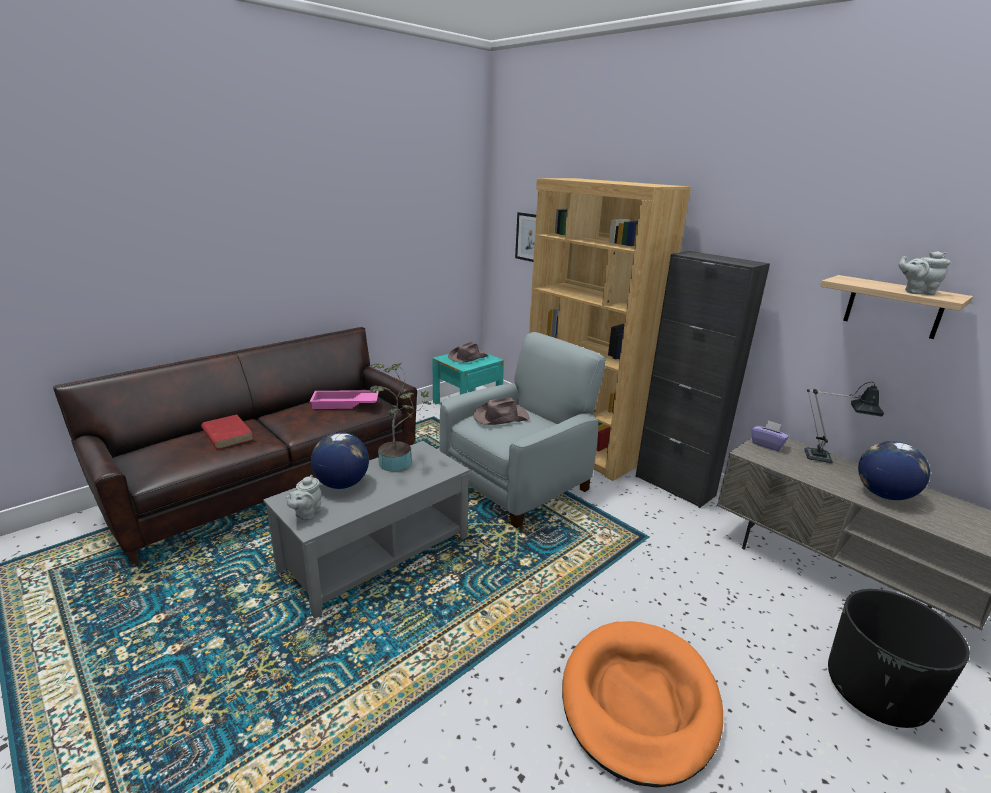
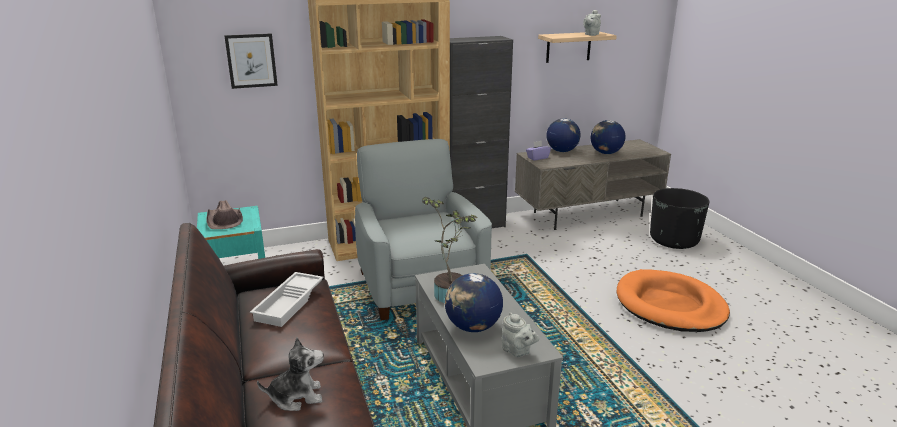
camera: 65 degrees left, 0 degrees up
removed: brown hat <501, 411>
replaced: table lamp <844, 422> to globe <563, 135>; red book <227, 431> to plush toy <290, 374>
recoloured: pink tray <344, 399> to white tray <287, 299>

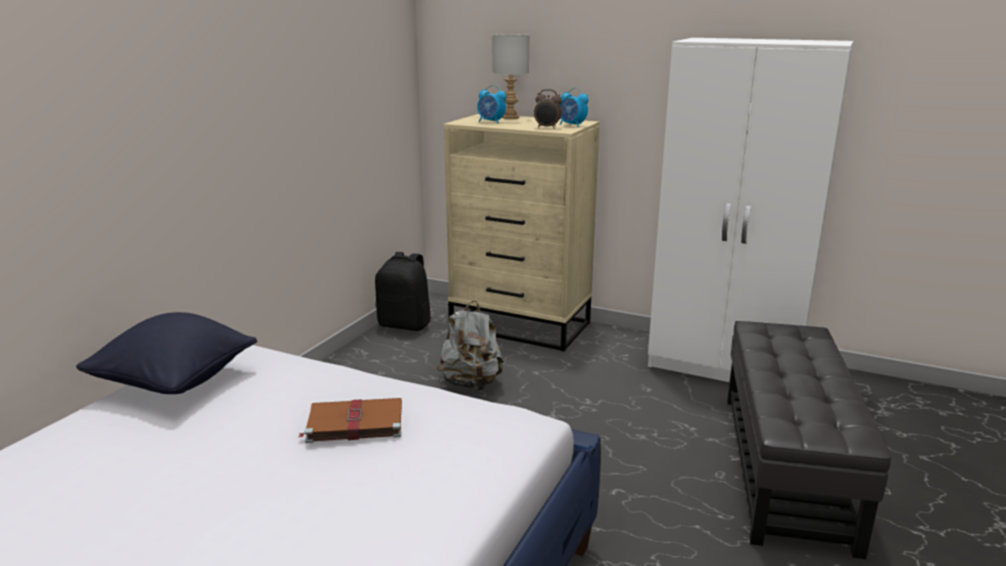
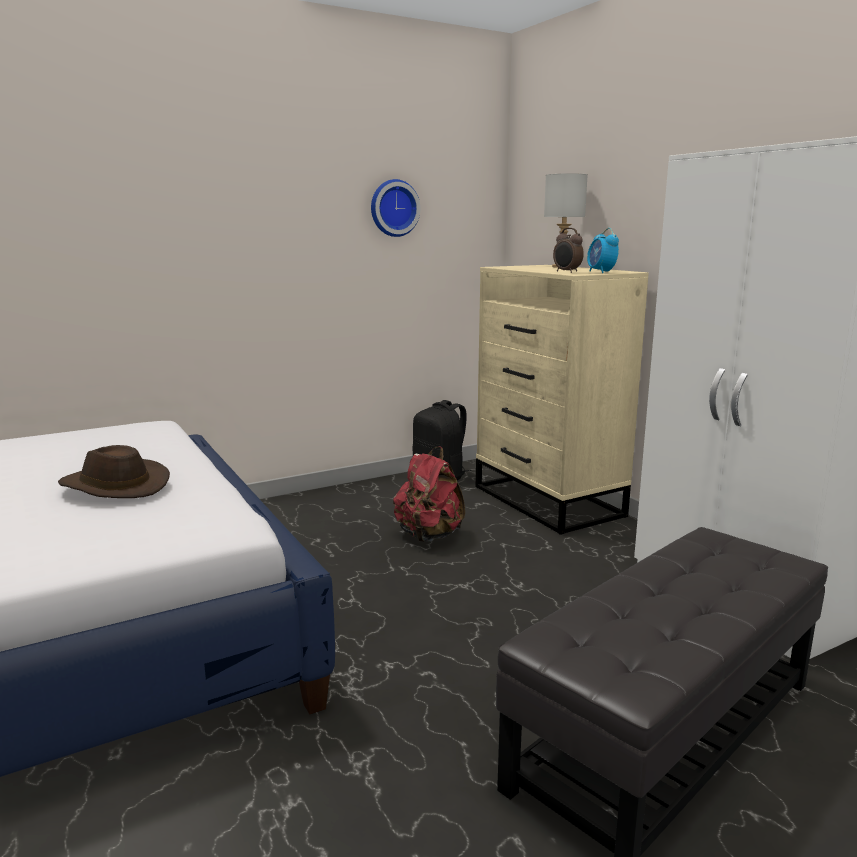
camera: 35 degrees right, 5 degrees down
removed: alarm clock <491, 104>; black pillow <166, 353>
added: wall clock <395, 208>
replaced: brown book <350, 420> to brown hat <114, 471>
recoloured: grey backpack <470, 346> to red backpack <429, 494>

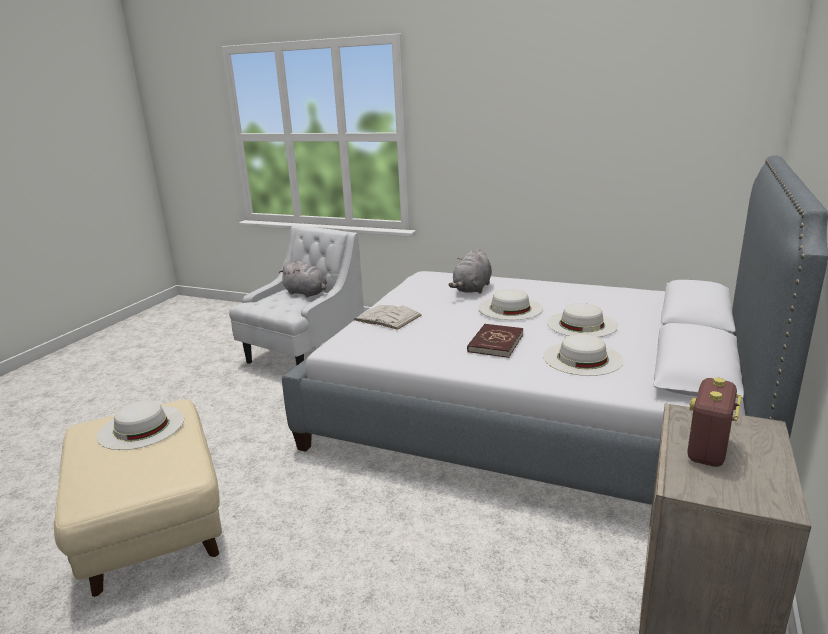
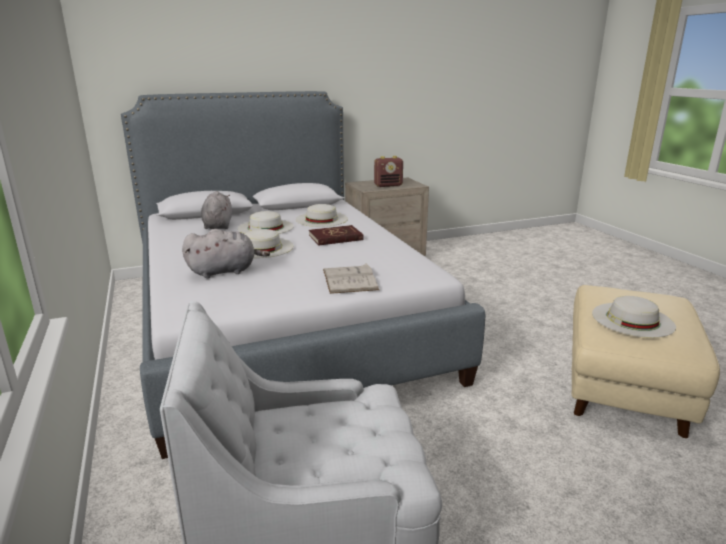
camera: 135 degrees left, 0 degrees up
moved: grey plush toy <303, 279> to <216, 210>

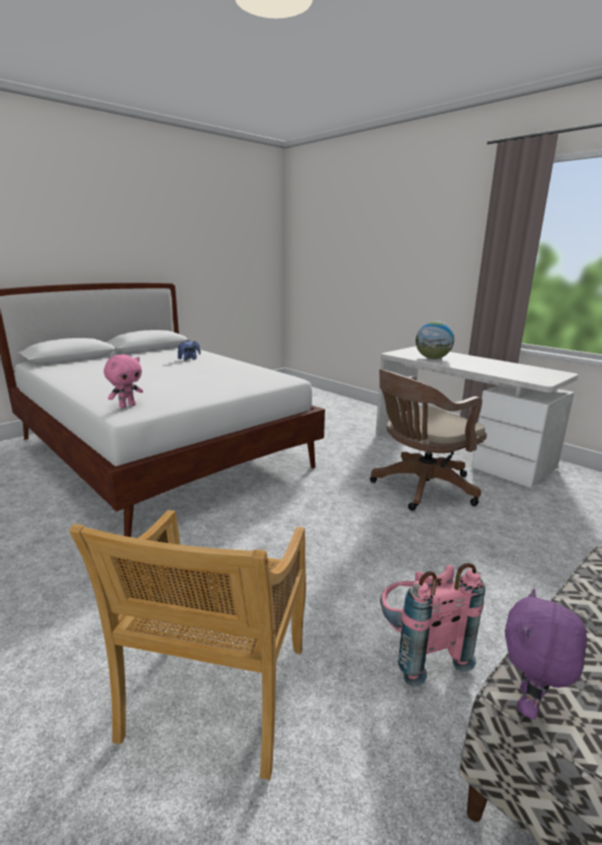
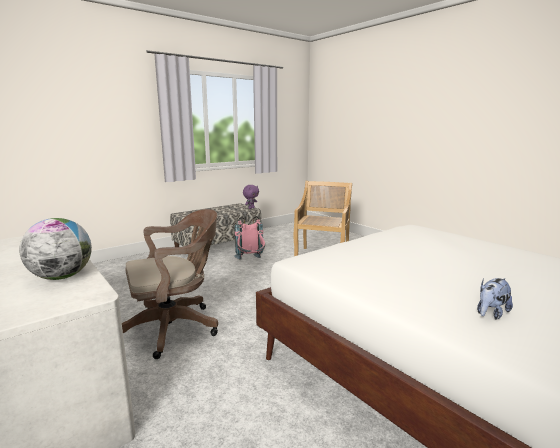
camera: 175 degrees left, 5 degrees down
removed: pink plush toy <123, 381>

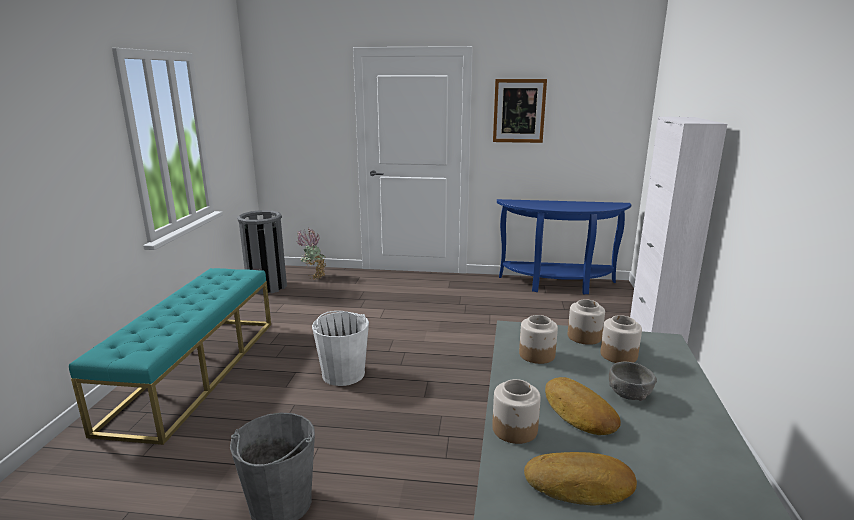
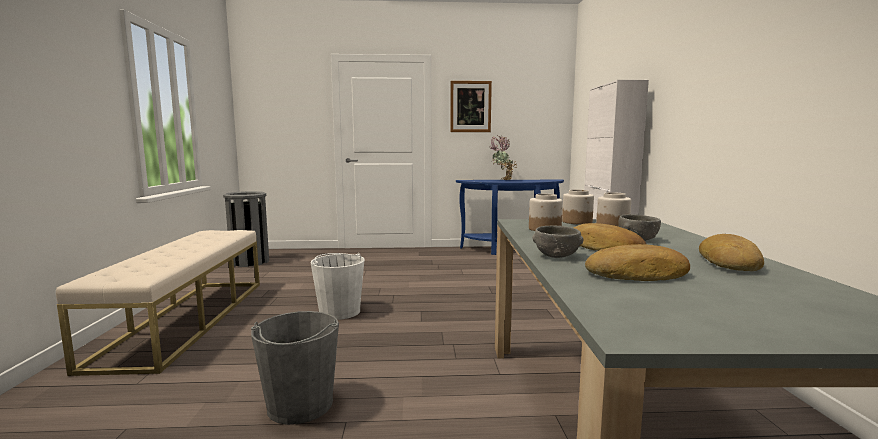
camera: 10 degrees left, 10 degrees down
added: bread <731, 252>
moved: potted plant <311, 254> to <503, 157>
replaced: jar <516, 411> to grey bowl <557, 241>
recoloured: turquoise bench <170, 356> to beige bench <158, 303>

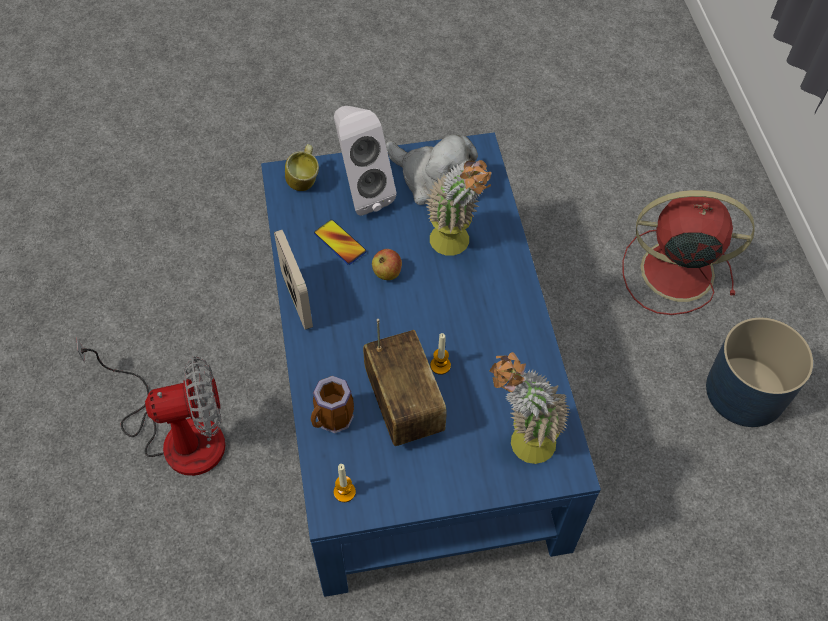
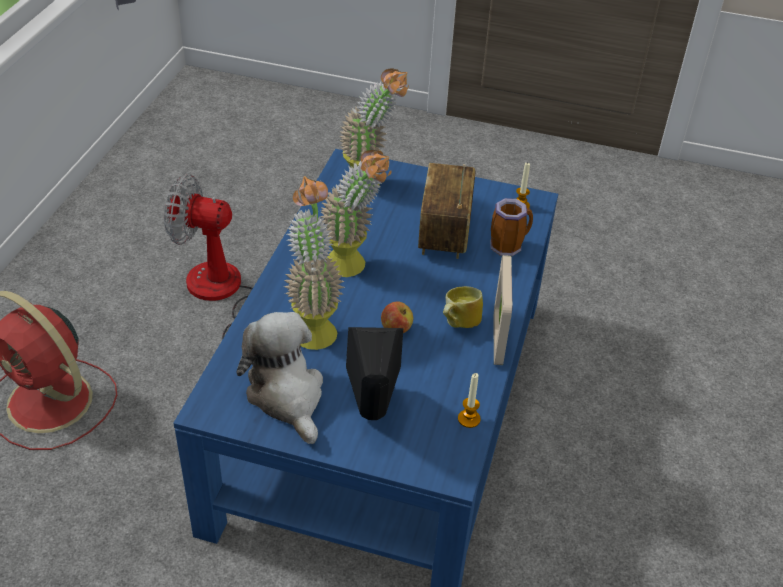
camera: 155 degrees left, 15 degrees down
removed: phone <340, 242>; blue planter <759, 372>
added: potted plant <355, 213>
moved: mug <302, 167> to <463, 307>; candle <440, 354> to <469, 400>; fan <150, 406> to <208, 257>
recoloured: white speaker <365, 161> to black speaker <374, 373>

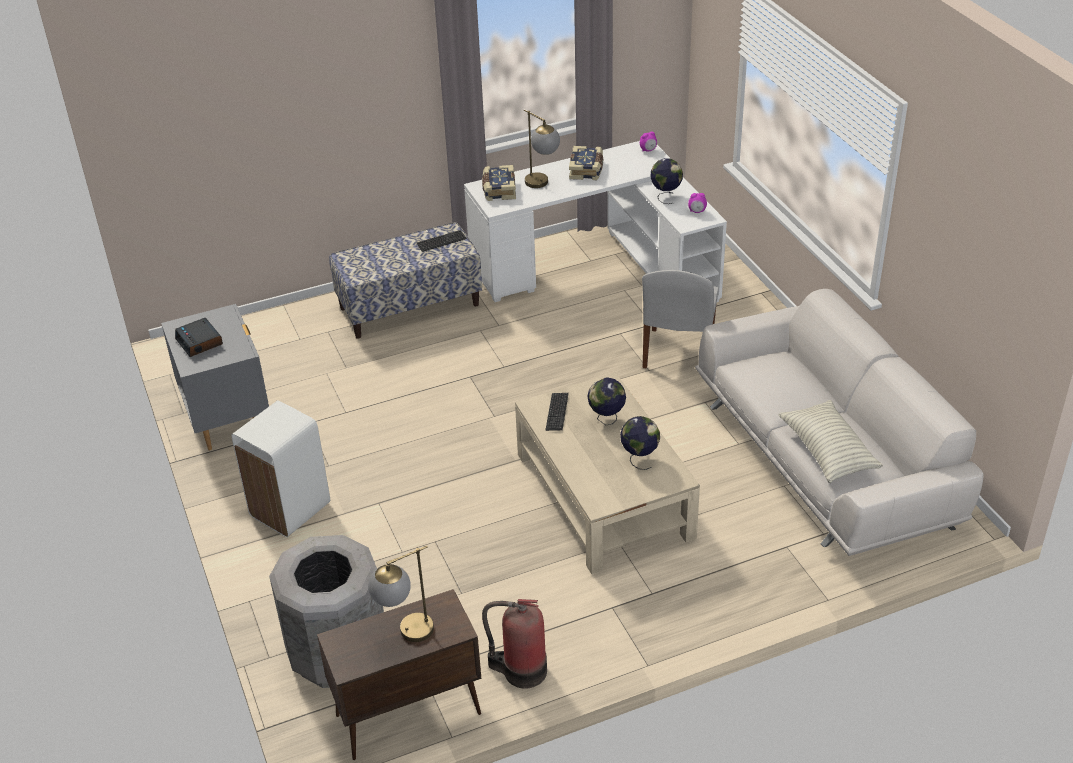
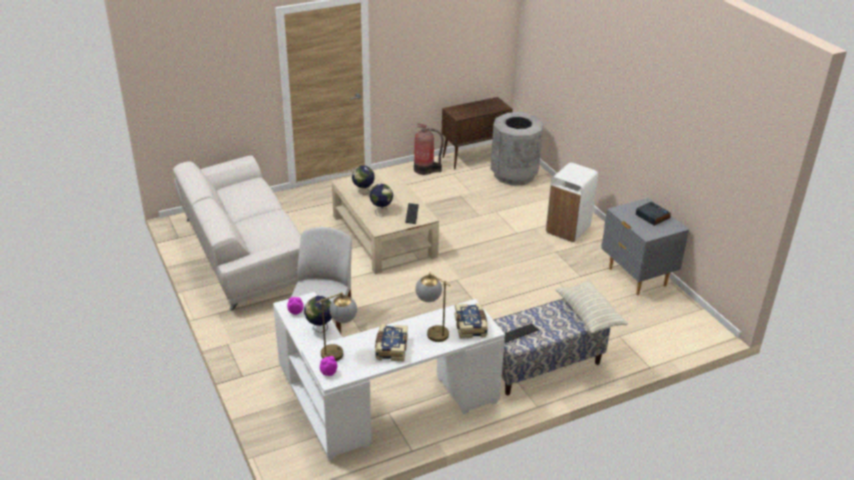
camera: 175 degrees right, 5 degrees down
moved: pillow <831, 441> to <591, 307>; table lamp <401, 594> to <336, 326>

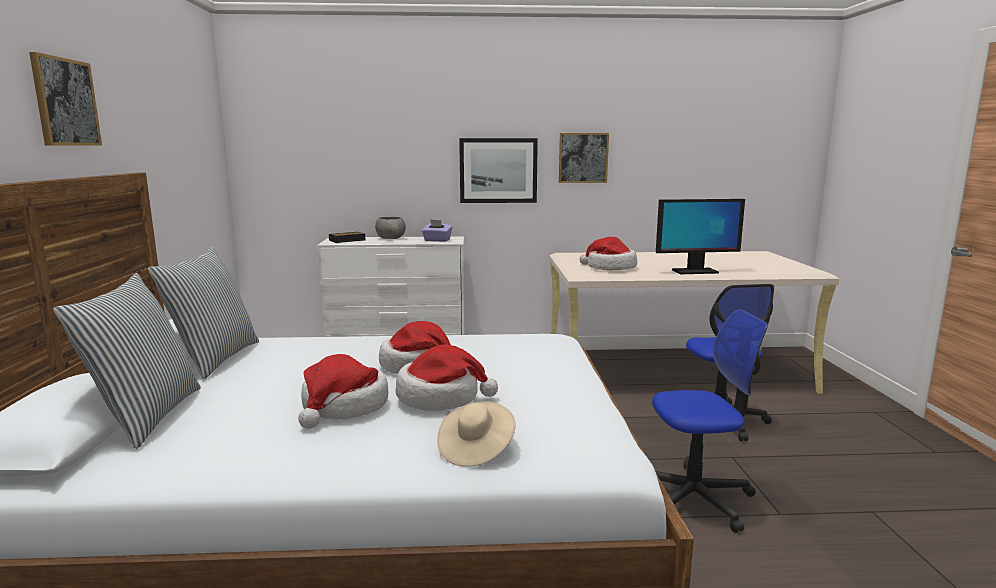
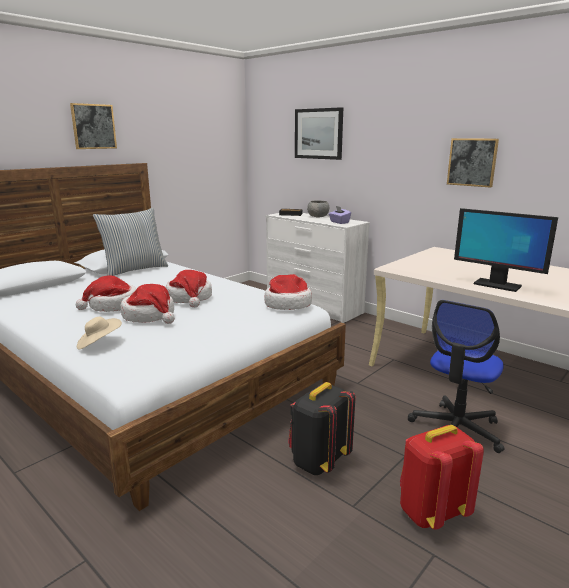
camera: 45 degrees right, 5 degrees up
removed: pillow <127, 361>
added: red backpack <442, 477>
moved: picture <498, 170> to <319, 133>; hat <608, 253> to <288, 292>
replaced: office chair <710, 421> to black backpack <322, 428>

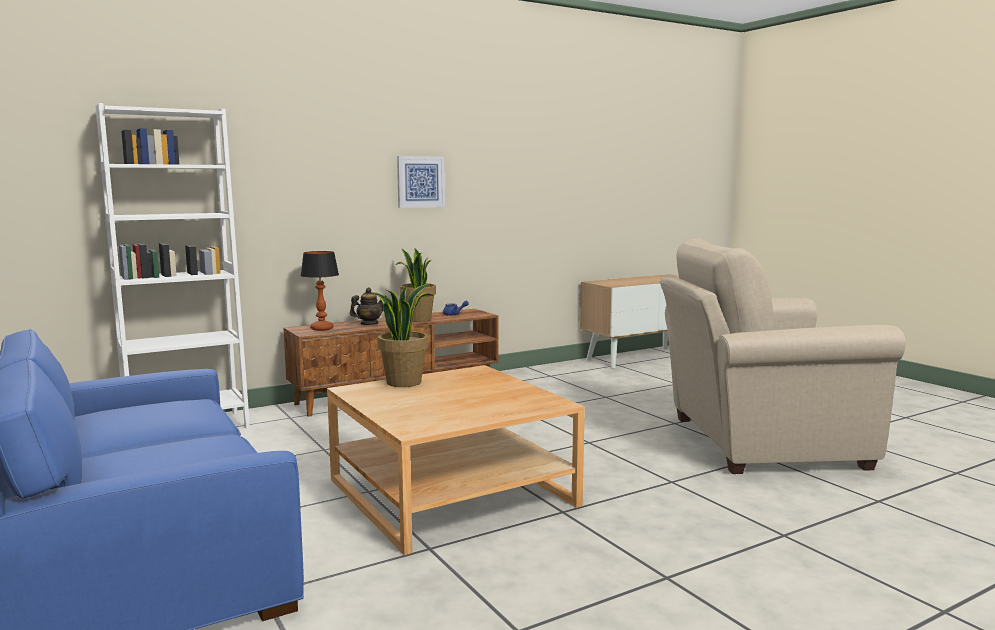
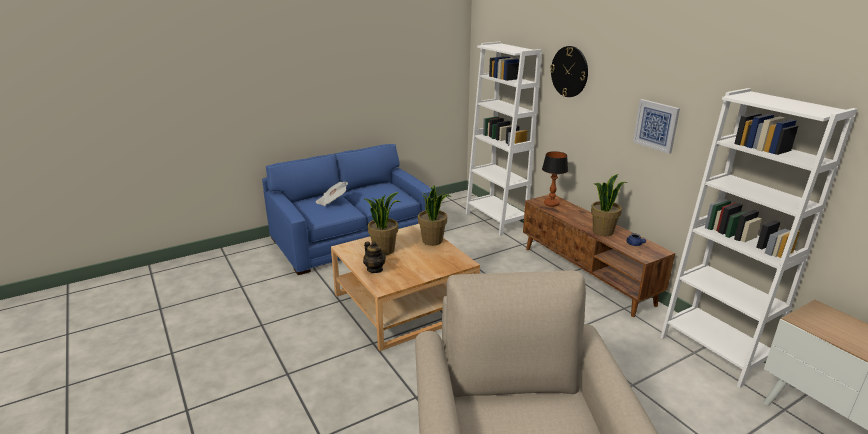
camera: 90 degrees right, 15 degrees up
added: wall clock <569, 71>; white bookcase <758, 238>; newspaper <332, 194>; potted plant <382, 223>
moved: teapot <367, 306> to <374, 257>

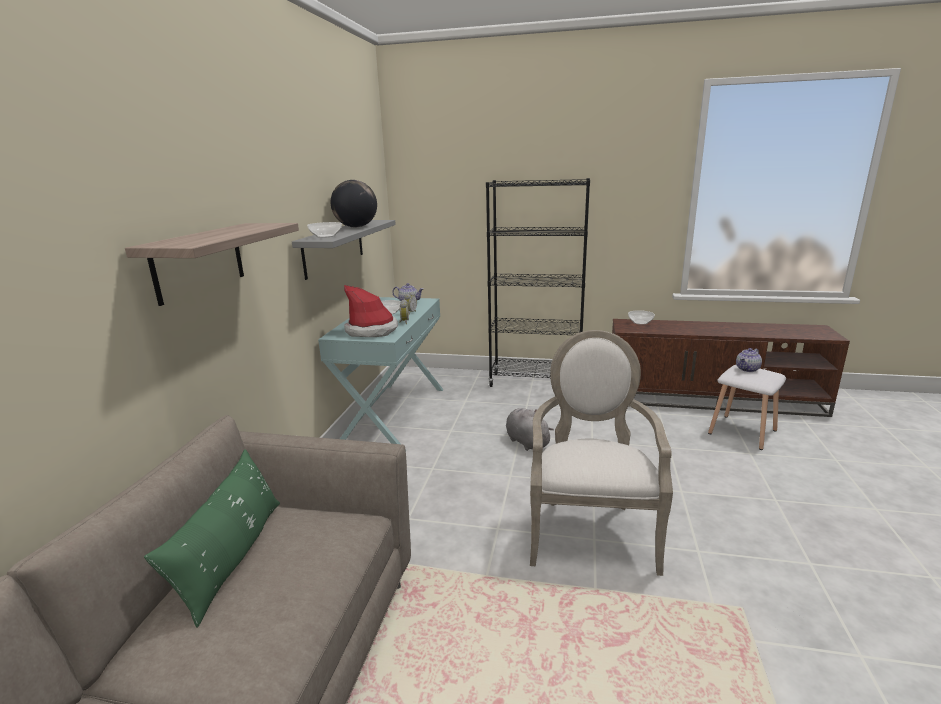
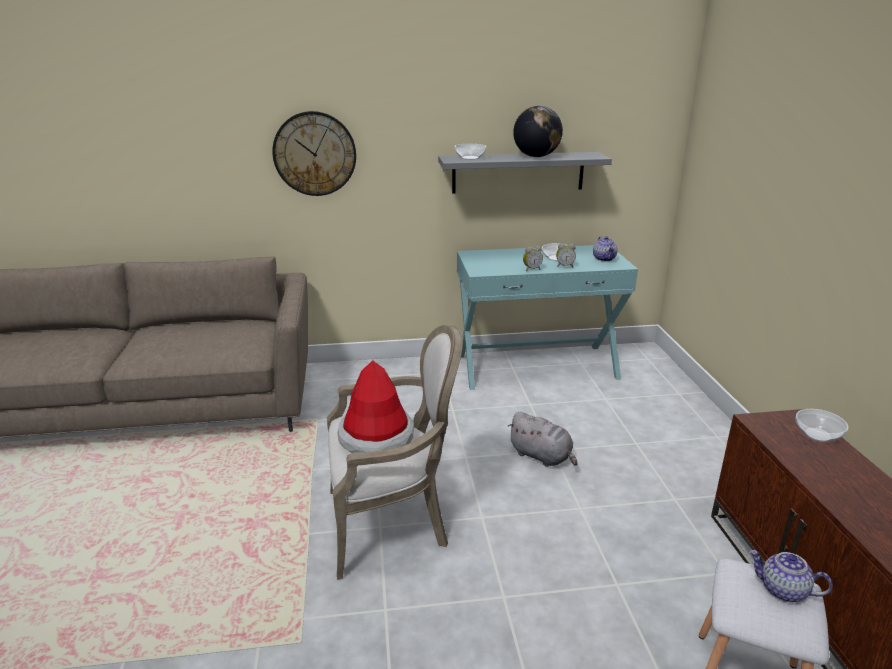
camera: 70 degrees right, 5 degrees up
removed: black bookcase <538, 282>; green pillow <212, 538>
moved: hat <371, 311> to <375, 406>
replaced: shelf <212, 264> to wall clock <314, 153>
turned: grey plush toy <530, 429> = <542, 439> 90 degrees clockwise

